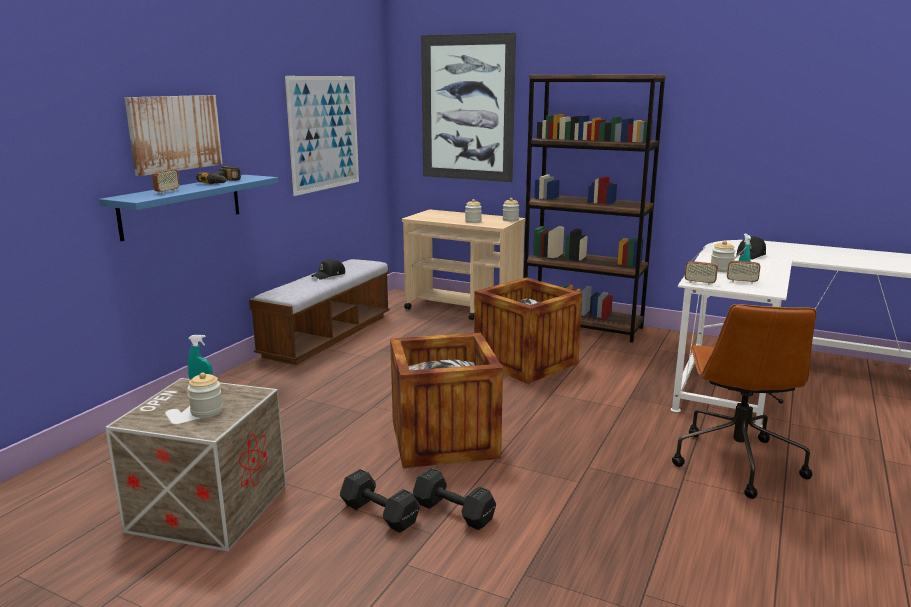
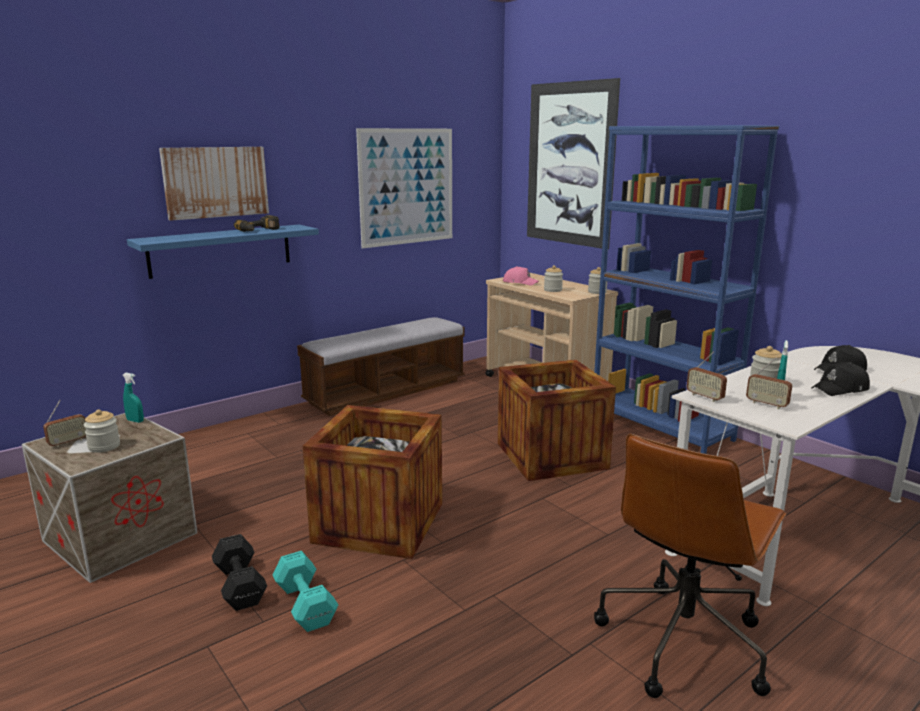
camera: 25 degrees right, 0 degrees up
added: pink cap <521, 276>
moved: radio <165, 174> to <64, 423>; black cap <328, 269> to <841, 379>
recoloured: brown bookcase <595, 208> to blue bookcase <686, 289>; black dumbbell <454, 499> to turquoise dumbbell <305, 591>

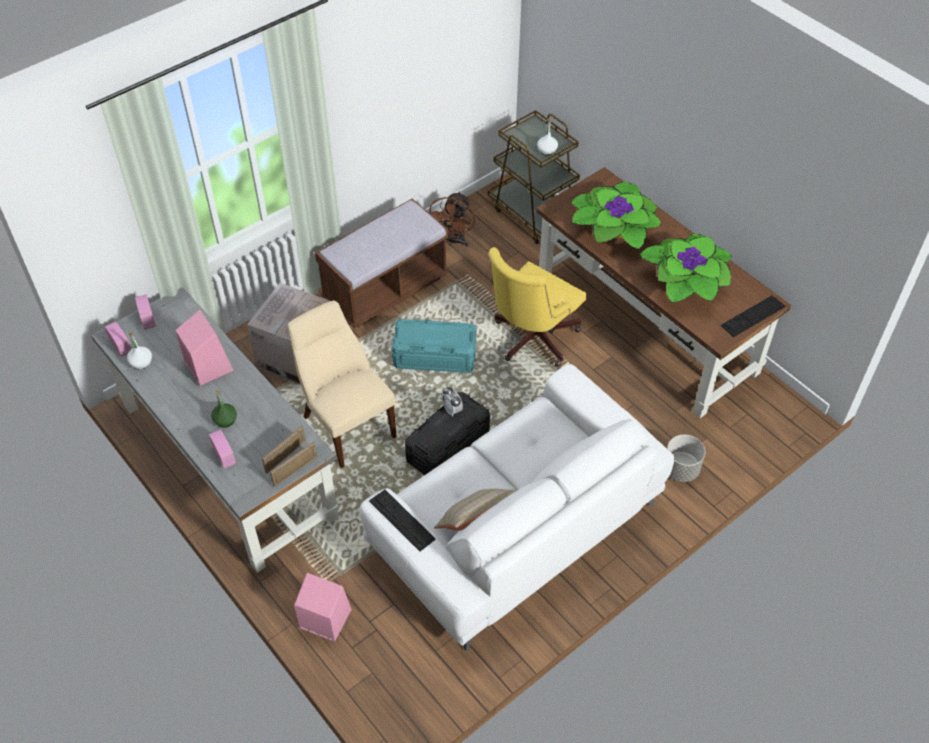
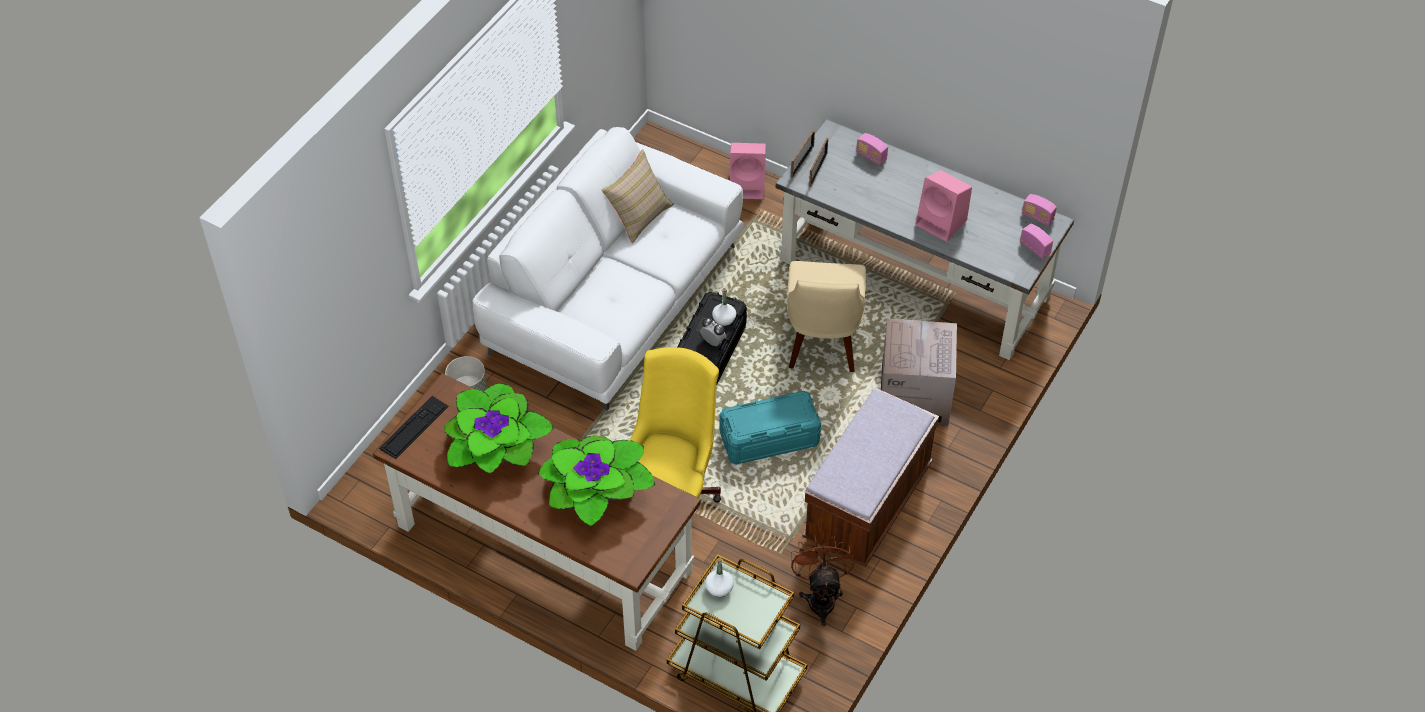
camera: 160 degrees right, 0 degrees up
removed: green bottle <224, 408>; keyboard <402, 520>
moved: white bottle <139, 350> to <724, 307>
turned: beige chair <342, 384> = <826, 316> 60 degrees clockwise

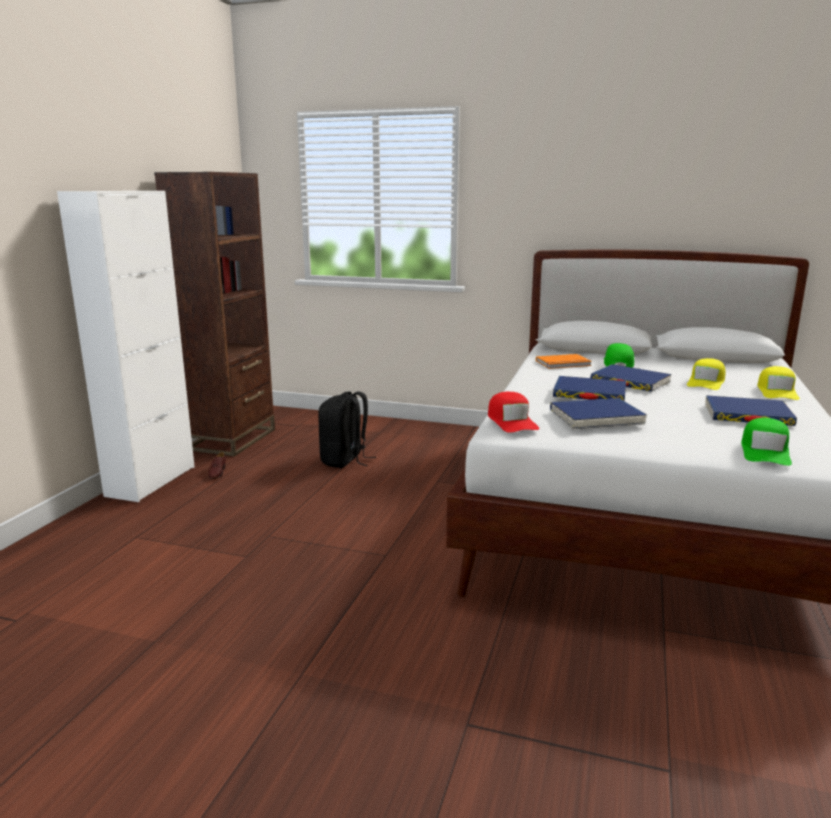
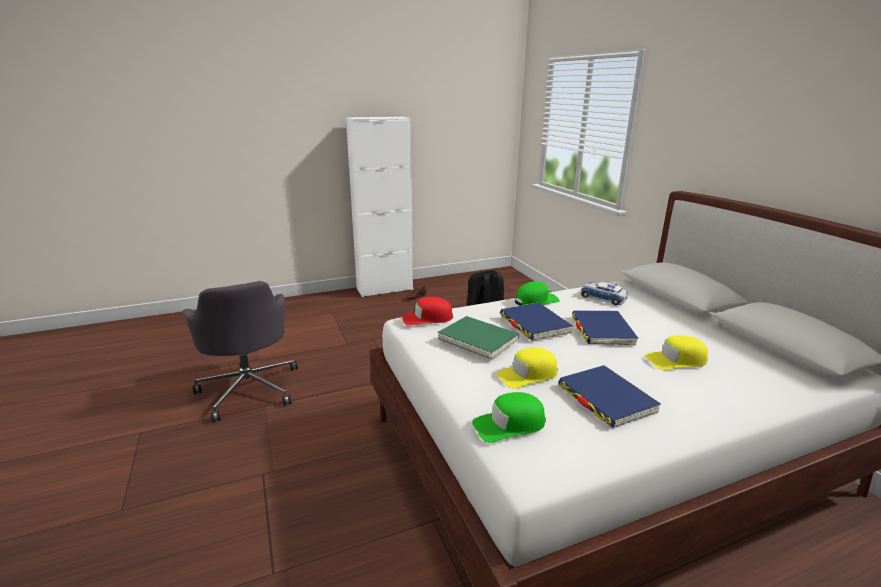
camera: 50 degrees right, 5 degrees up
removed: brown bookcase <214, 314>
added: grey office chair <240, 351>
moved: green cap <618, 355> to <537, 293>; yellow cap <778, 383> to <527, 368>
replaced: orange book <564, 361> to toy car <604, 294>
recoloured: blue book <598, 413> to green book <478, 338>
turned: red cap <513, 412> = <427, 311> 45 degrees clockwise

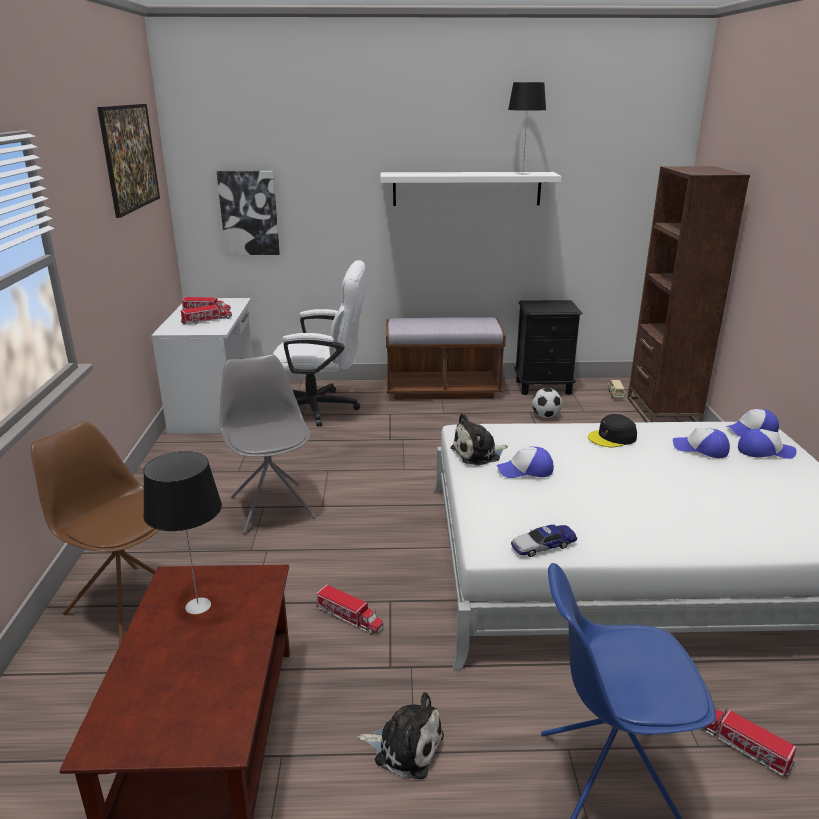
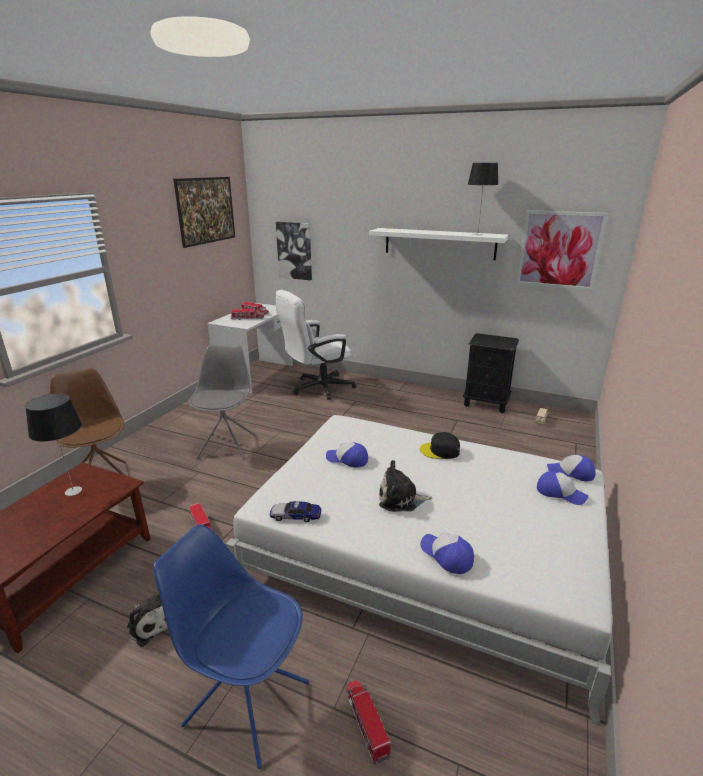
camera: 25 degrees right, 0 degrees up
removed: brown bookcase <688, 294>; brown bench <446, 358>; football <547, 403>
added: picture <562, 250>
moved: plush toy <479, 439> to <405, 486>; cap <701, 443> to <447, 553>
turned: white office chair <319, 343> = <316, 345> 120 degrees clockwise

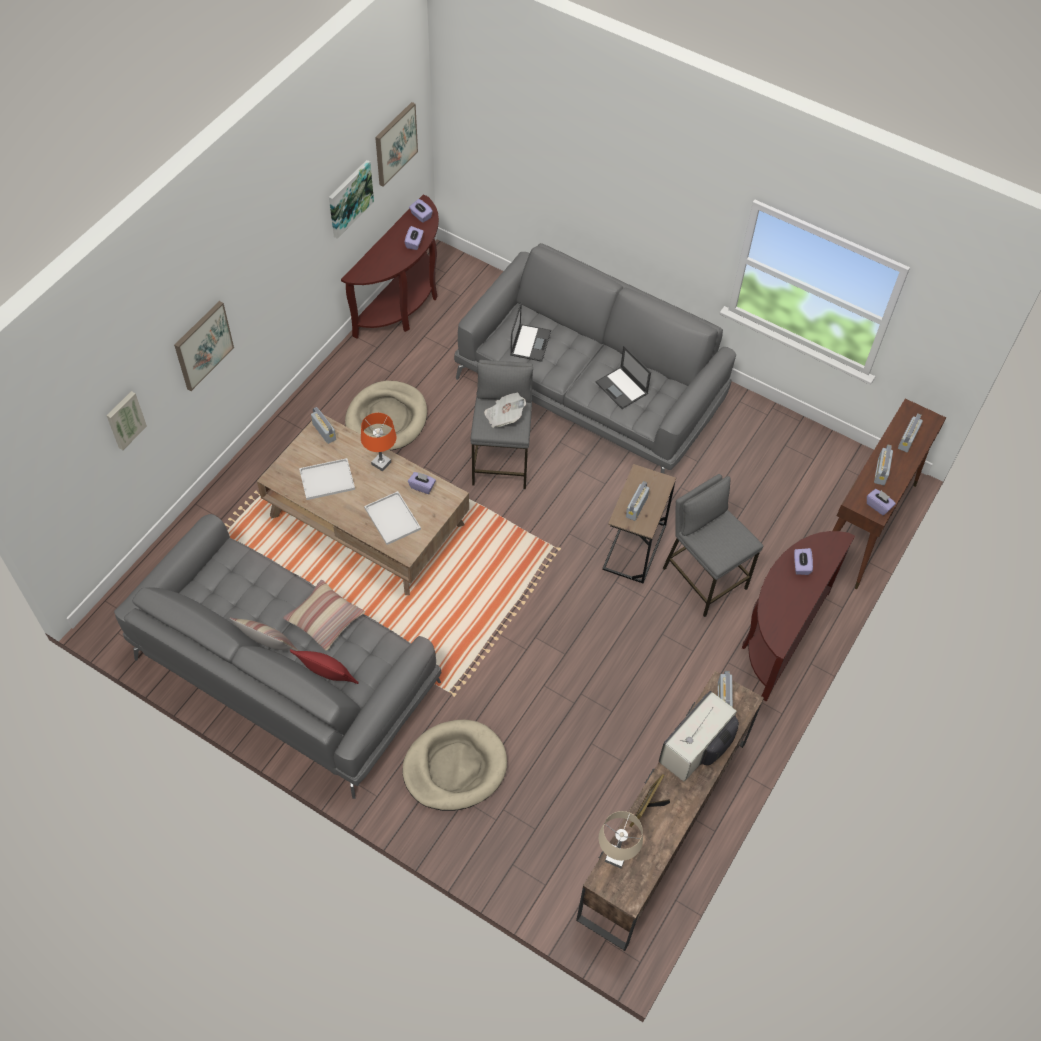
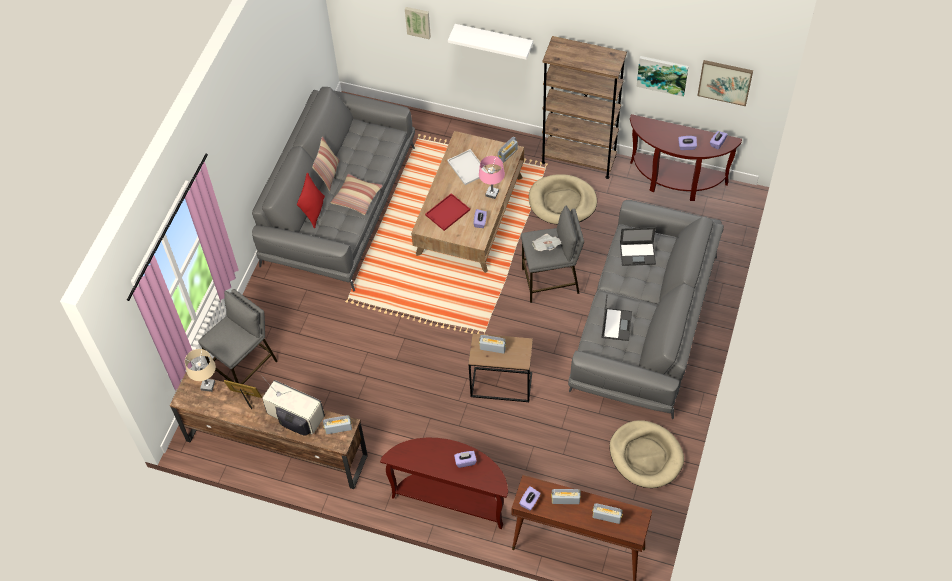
camera: 80 degrees right, 0 degrees up
added: brown bookcase <584, 107>
moved: grey stool <713, 545> to <237, 336>; beige dog bed <454, 765> to <647, 454>
replaced: picture <204, 346> to white shelf <490, 42>
recoloured: orange table lamp <378, 442> to pink table lamp <492, 177>; white tray <392, 518> to red tray <447, 212>
turned: laptop <623, 377> = <616, 317> 150 degrees clockwise

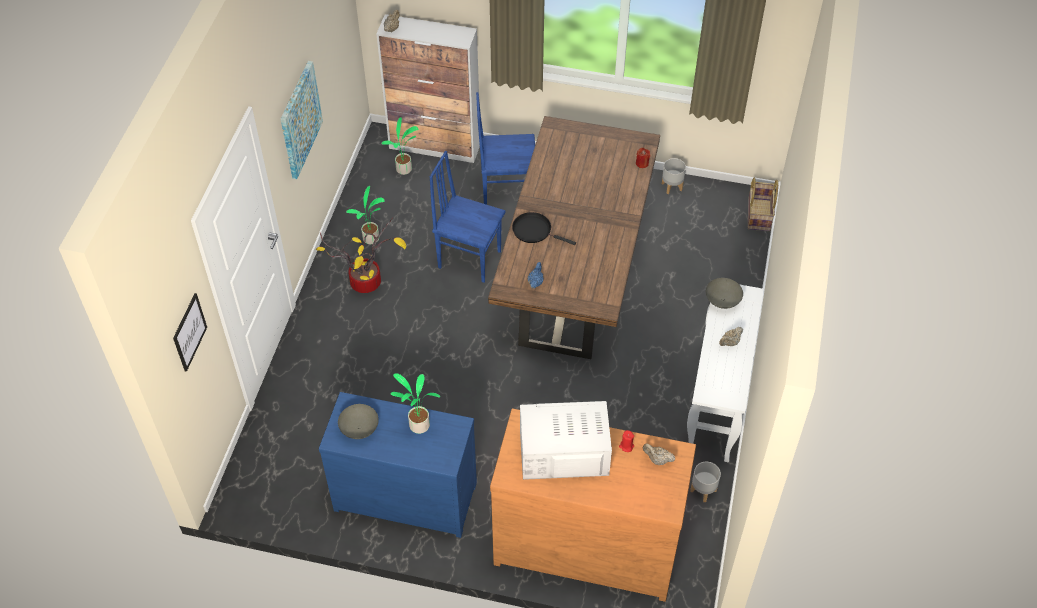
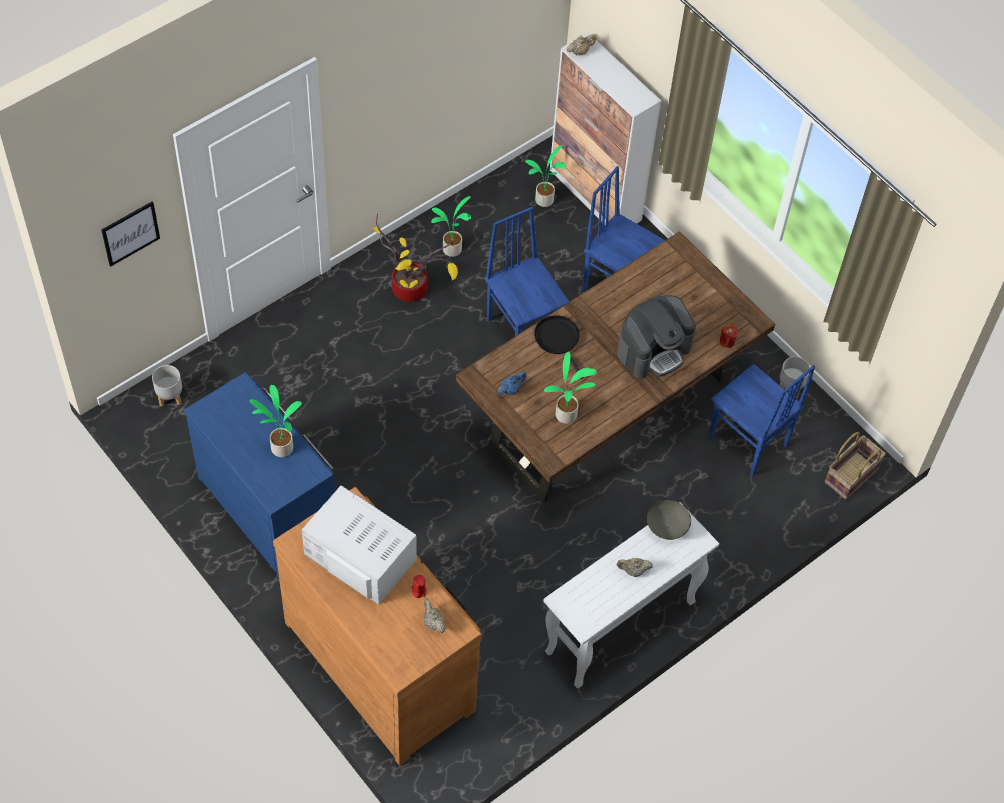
camera: 35 degrees right, 5 degrees up
removed: picture <302, 120>; grey bowl <358, 421>
added: coffee machine <656, 337>; potted plant <570, 388>; blue chair <761, 420>
moved: grey planter <705, 482> to <167, 386>

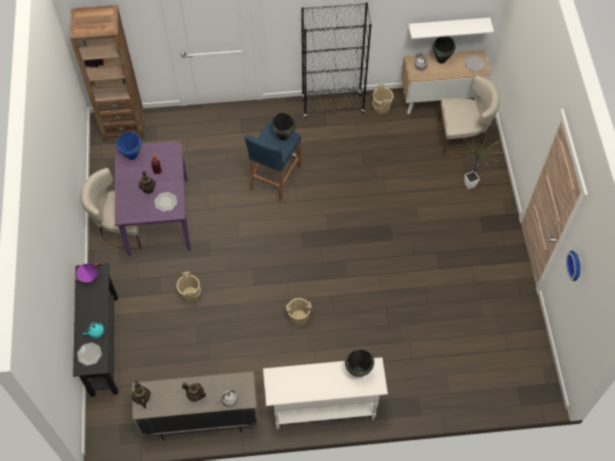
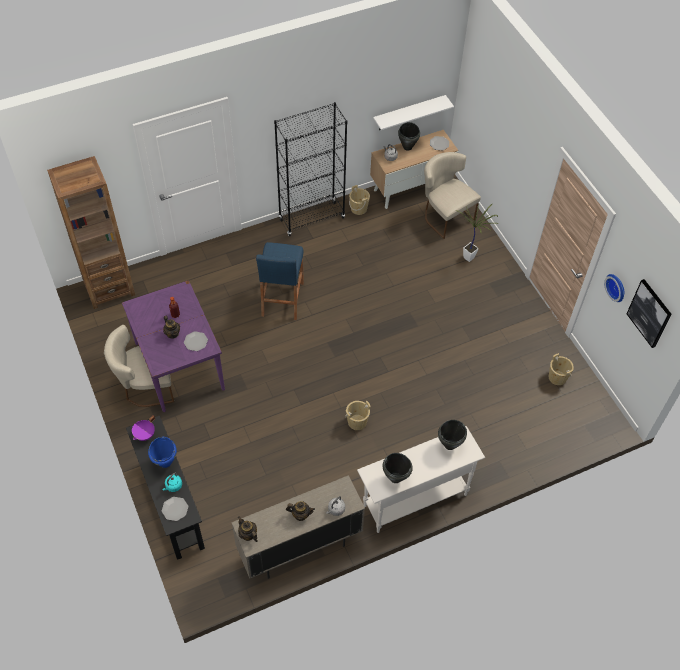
camera: 20 degrees left, 5 degrees down
added: picture <649, 313>
moved: black cooking pot <283, 127> to <398, 468>; blue cooking pot <129, 146> to <162, 452>; beige bucket <188, 287> to <561, 369>
turned: beige chair <469, 115> = <452, 195> 105 degrees counterclockwise

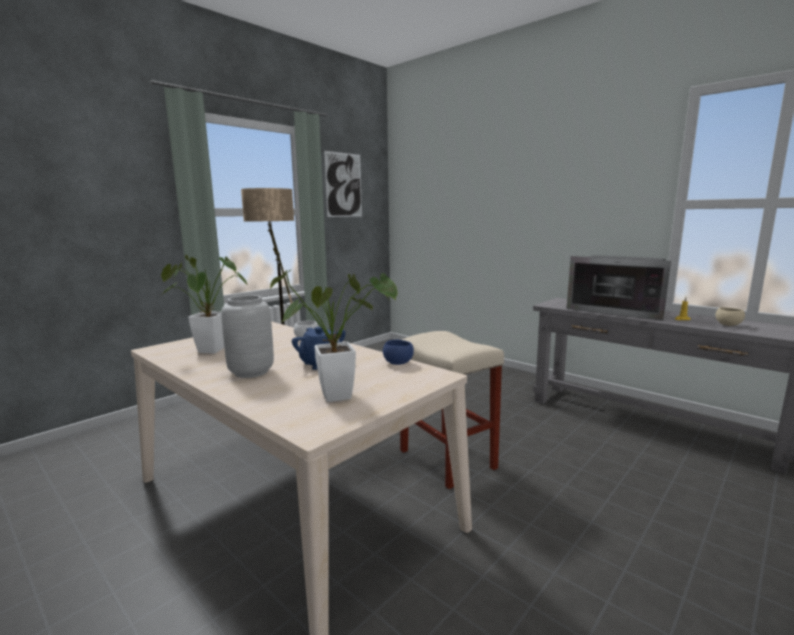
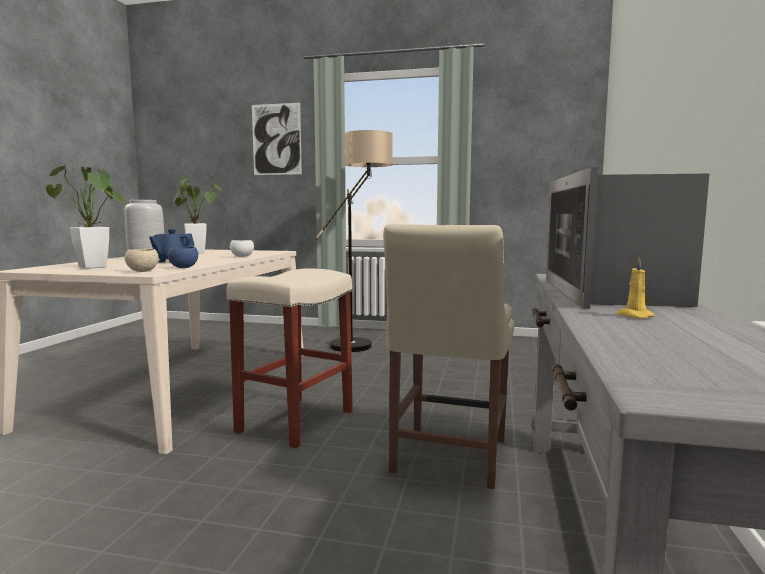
camera: 60 degrees right, 5 degrees down
added: beige chair <448, 356>
moved: picture <343, 184> to <277, 139>; beige bowl <730, 316> to <142, 260>

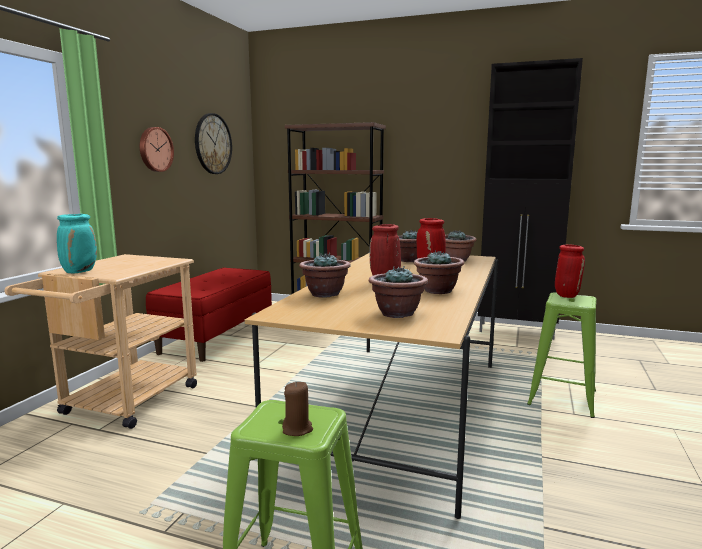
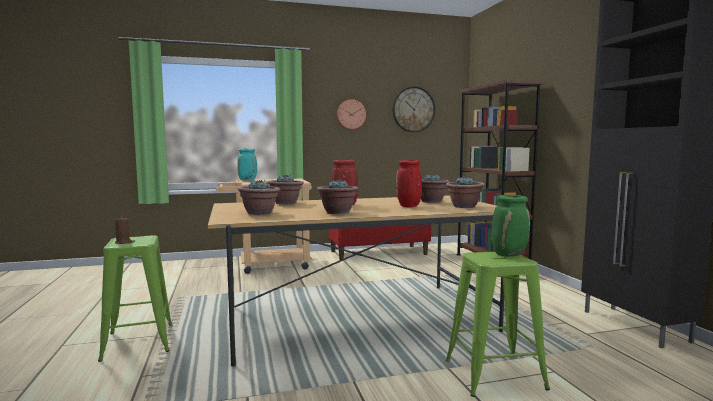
camera: 55 degrees right, 5 degrees down
recoloured: red vase <570, 271> to green vase <510, 226>

